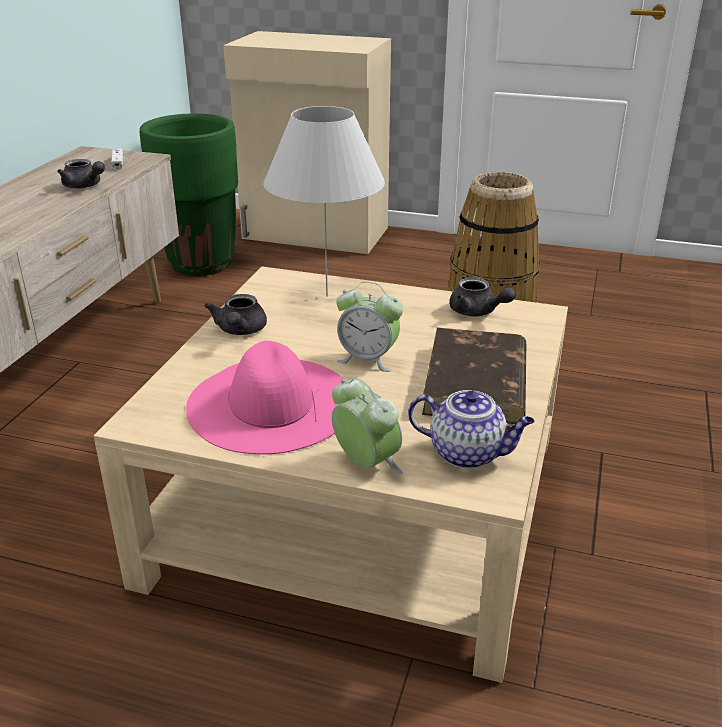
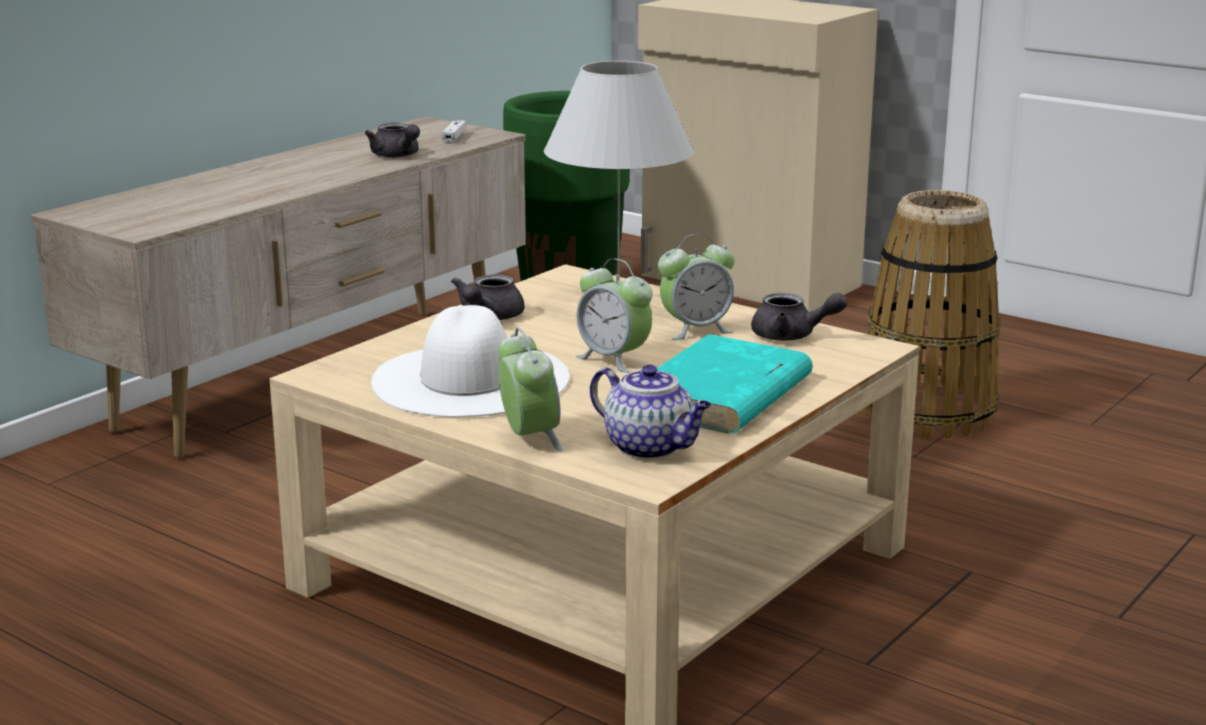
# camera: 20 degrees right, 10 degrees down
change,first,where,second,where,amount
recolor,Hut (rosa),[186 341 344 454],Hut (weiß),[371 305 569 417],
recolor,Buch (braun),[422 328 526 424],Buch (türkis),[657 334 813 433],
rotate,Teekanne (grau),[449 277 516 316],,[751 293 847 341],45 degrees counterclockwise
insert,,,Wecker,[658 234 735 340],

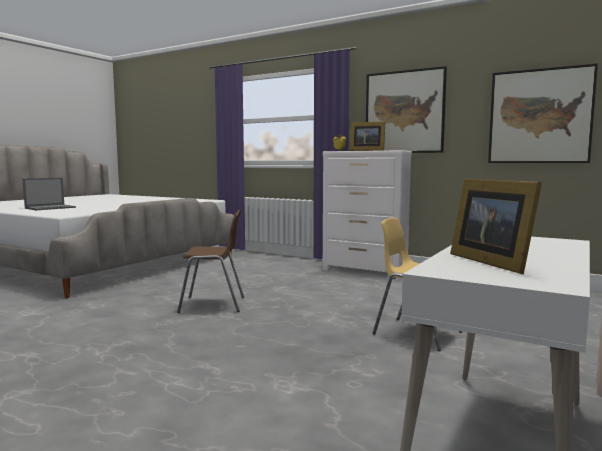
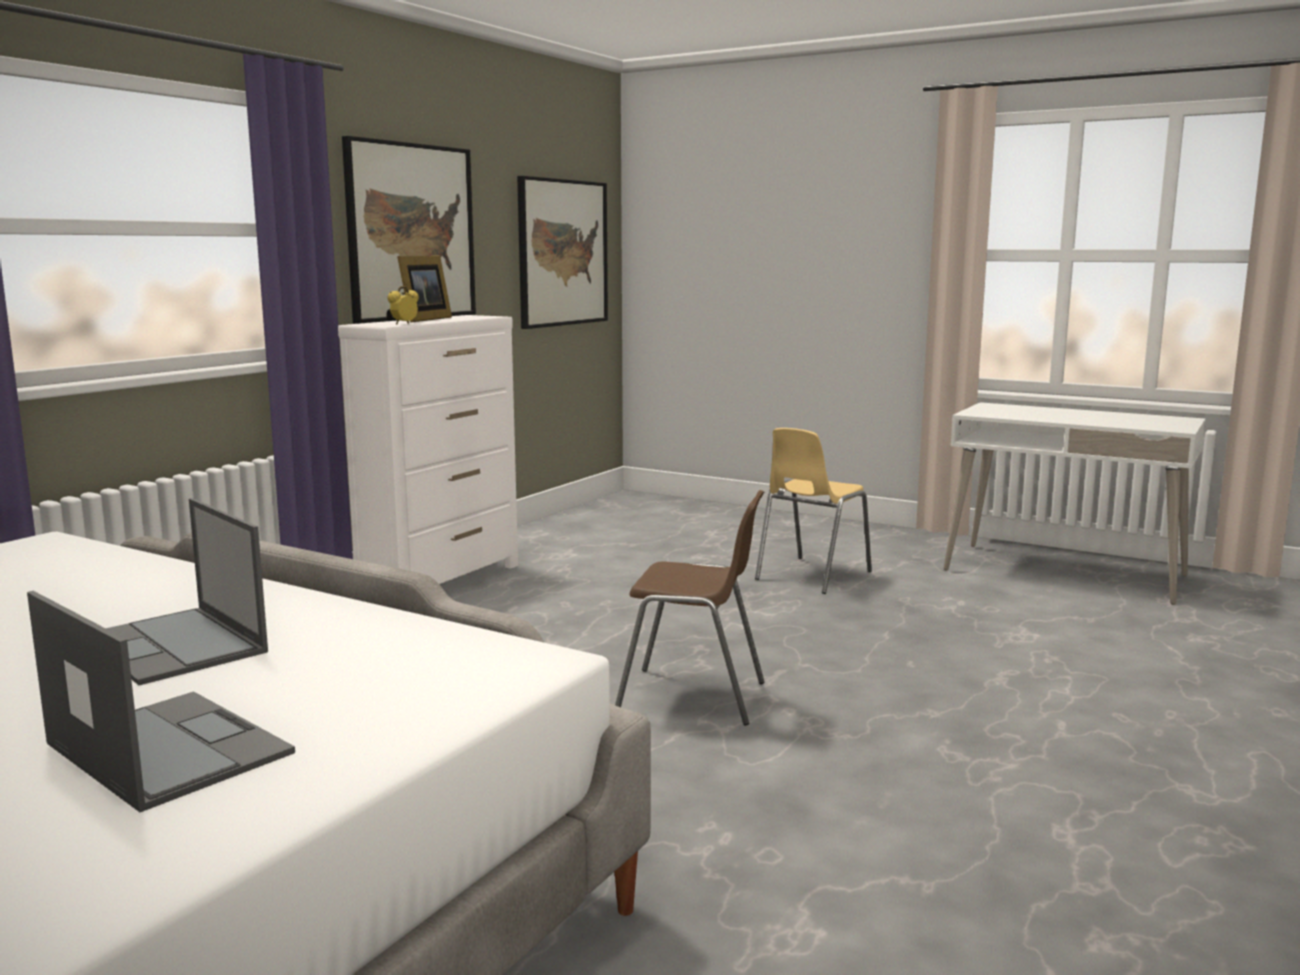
# camera: 90 degrees left, 5 degrees up
change,first,where,second,where,amount
rotate,Stuhl (braun),[177 210 244 313],,[615 490 765 725],105 degrees clockwise
delete,Bilderrahmen,[450 179 542 274],,,
insert,,,Laptop,[106 498 268 685],

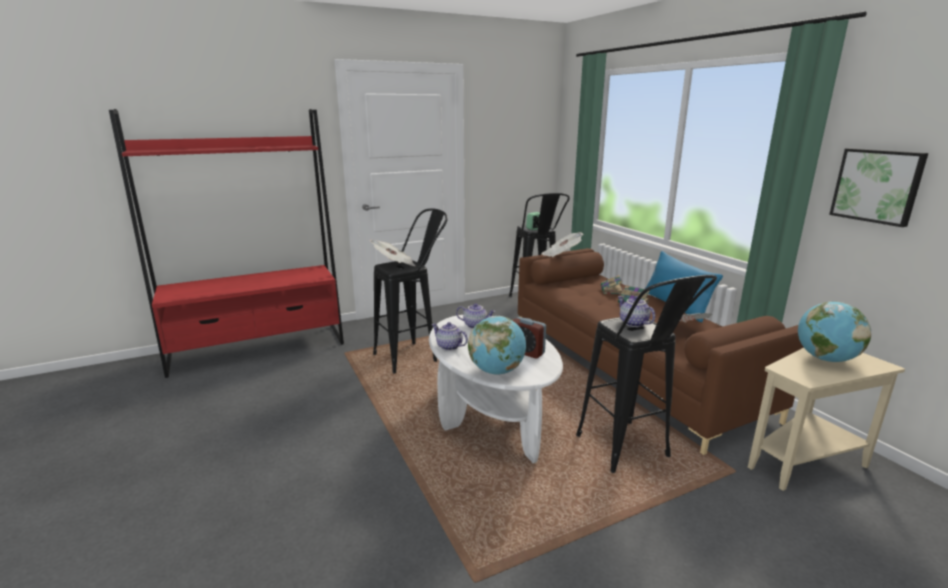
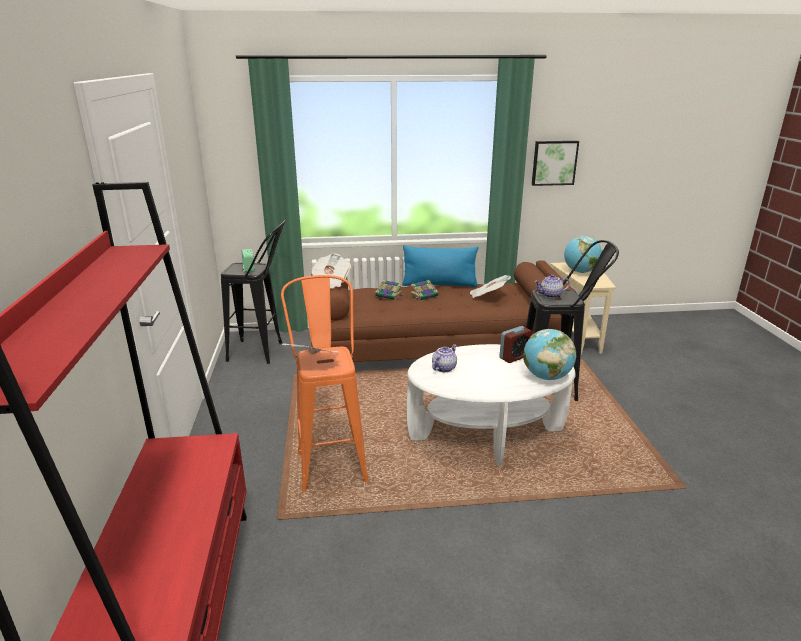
# camera: 70 degrees left, 5 degrees up
change,first,where,second,where,amount
recolor,Hocker (schwarz),[373 208 448 374],Hocker (orange),[281 275 369 492],
delete,Teekanne,[432 322 468 351],,,

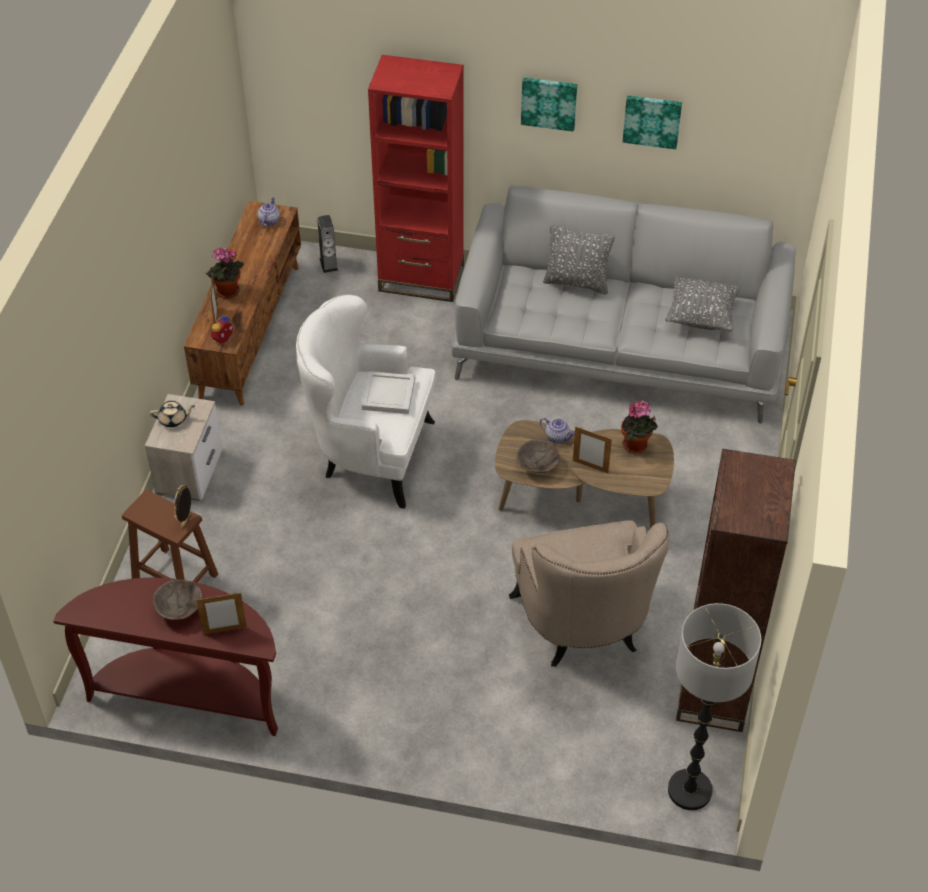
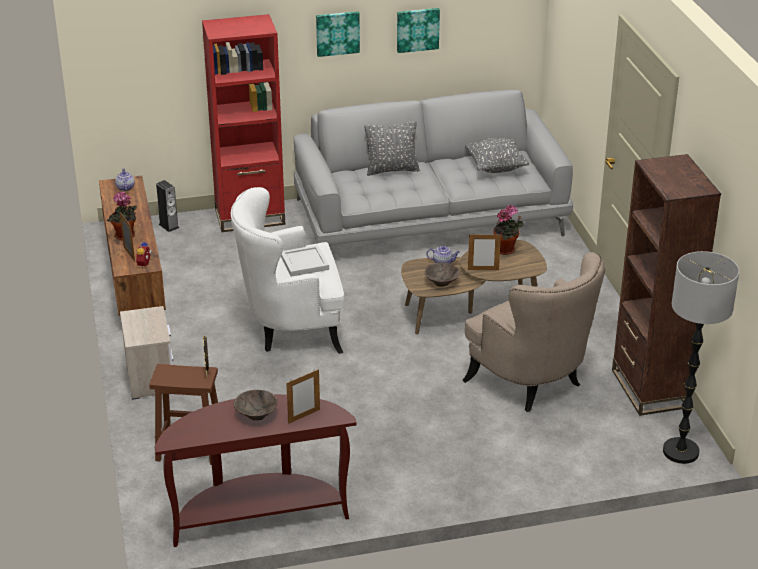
# camera: 25 degrees left, 15 degrees down
change,first,where,second,where,amount
delete,Teekanne (beige),[150 401 195 427],,,

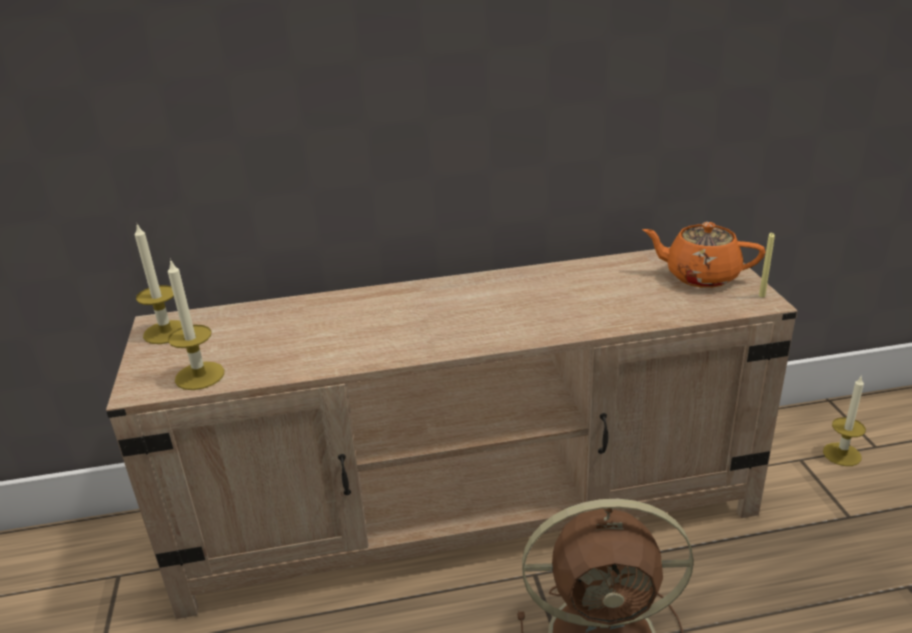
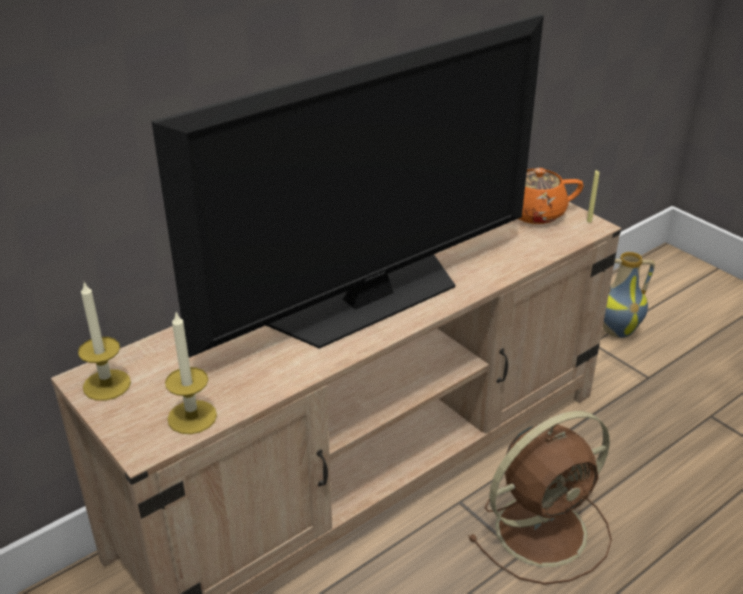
# camera: 30 degrees left, 5 degrees up
change,first,where,second,where,amount
replace,Kerze,[823 375 866 466],Vase,[603 252 655 338],
insert,,,Fernseher,[152 14 544 358],

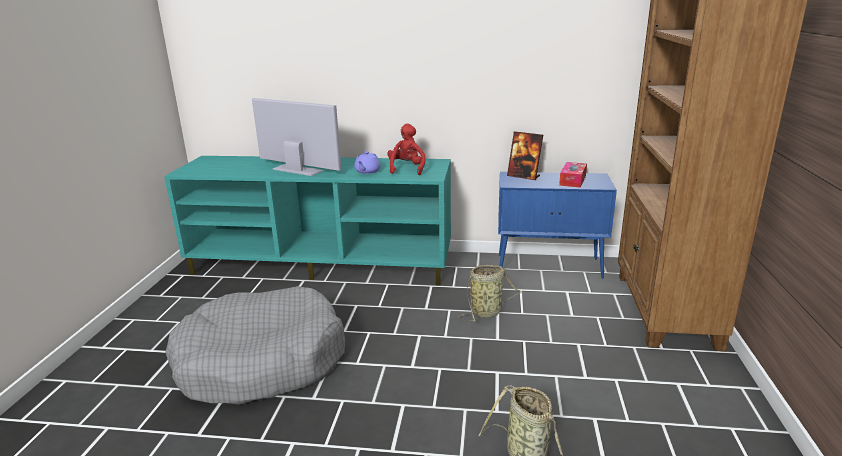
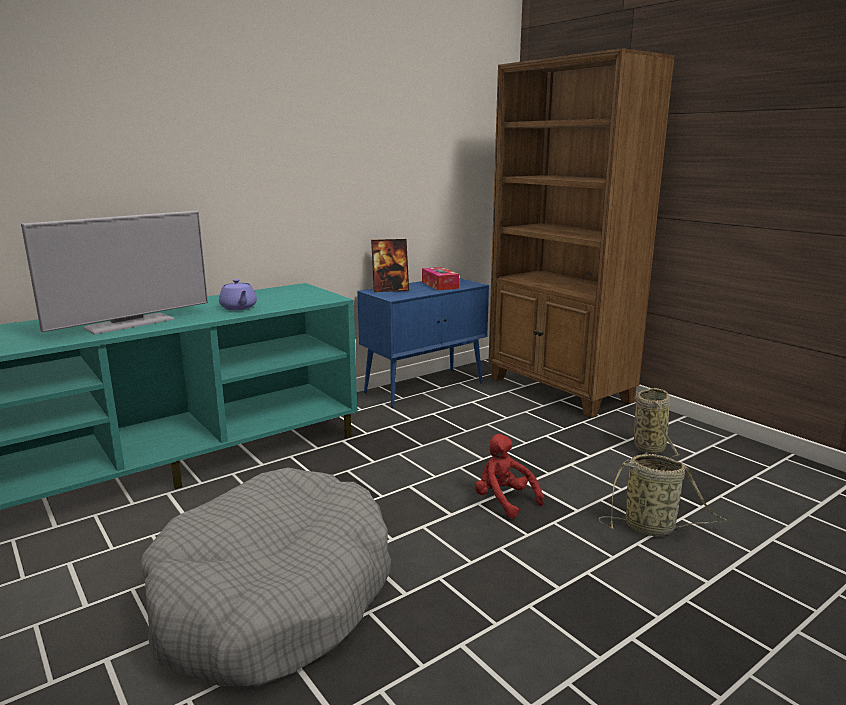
# camera: 45 degrees left, 5 degrees down
change,first,where,second,where,amount
rotate,Fernseher,[252 98 341 176],,[21 211 208 335],150 degrees clockwise
move,Plüschtier (rot),[387 123 426 175],,[475 434 544 519],
move,Korb,[458 265 523 321],,[634 388 680 458],

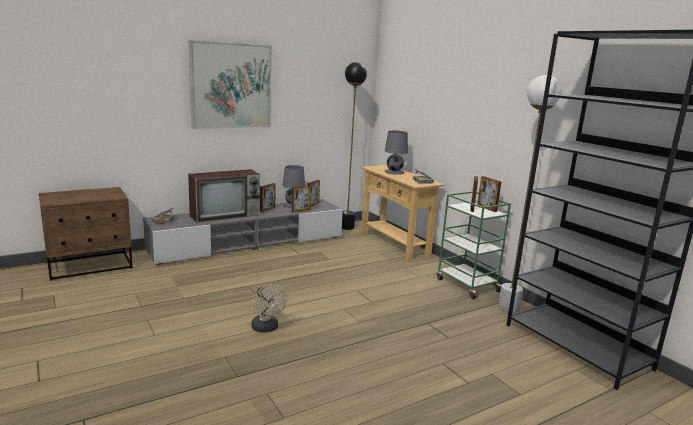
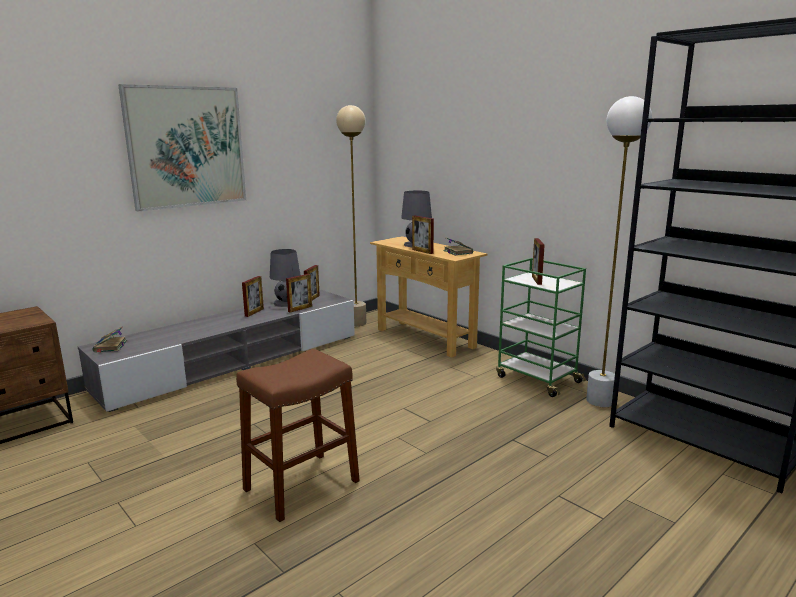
# camera: 10 degrees left, 0 degrees up
change,first,where,second,where,amount
delete,Fernseher,[188 169 260 223],,,
replace,Ventilator (beige),[251 284 287 333],Hocker (braun),[236 349 360 522],
recolor,Stehlampe (schwarz),[342 62 367 230],Stehlampe (beige),[336 105 366 326],
move,Bilderrahmen,[477 176 501 212],,[412 216 434 254],

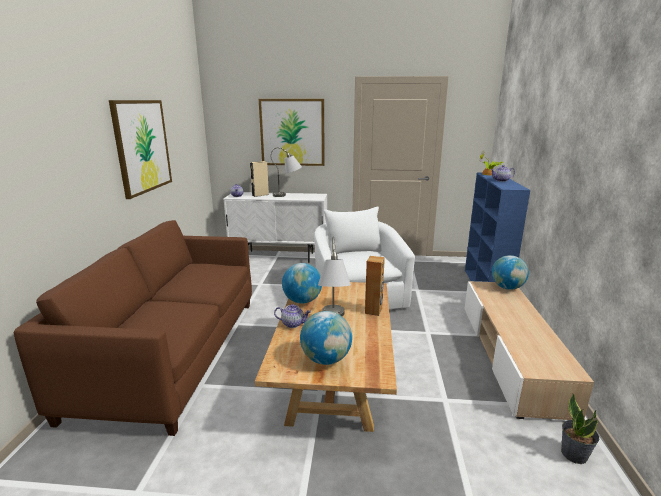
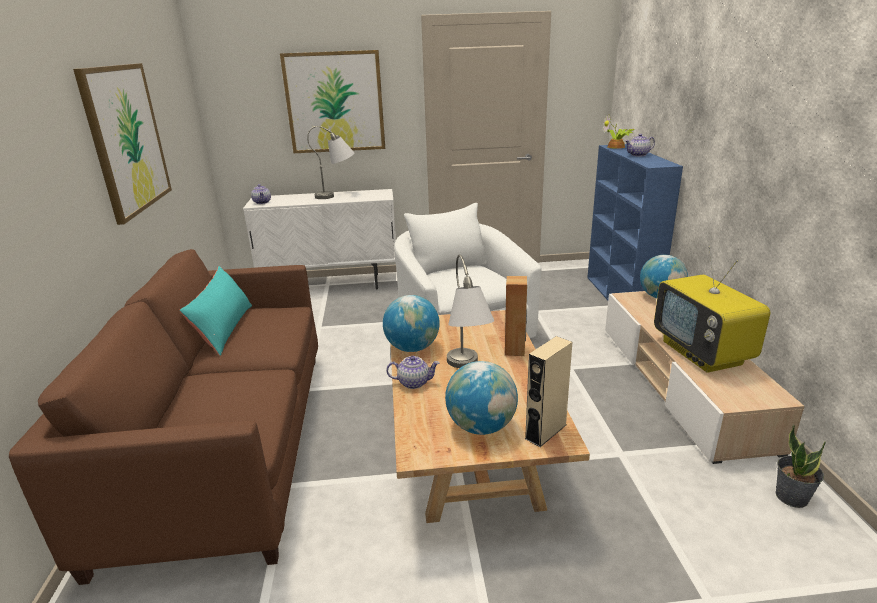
# camera: 10 degrees left, 5 degrees up
change,first,where,second,where,amount
move,Lautsprecher (beige),[250 161 269 197],,[525 336 572 447],
insert,,,Kissen (türkis),[179 266 252 356],
insert,,,Fernseher,[654 247 770 373],

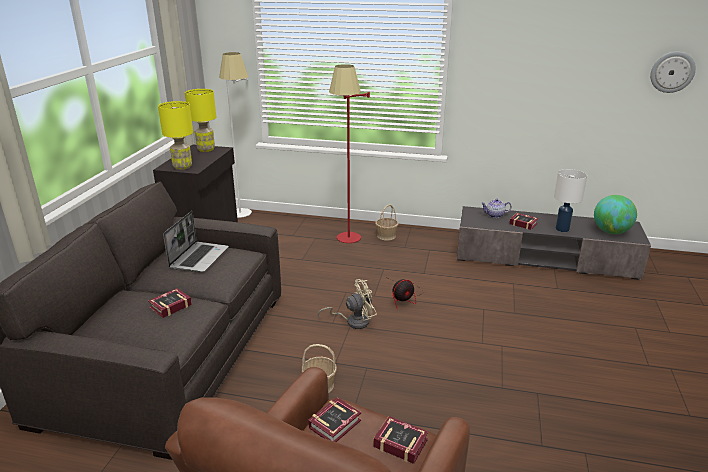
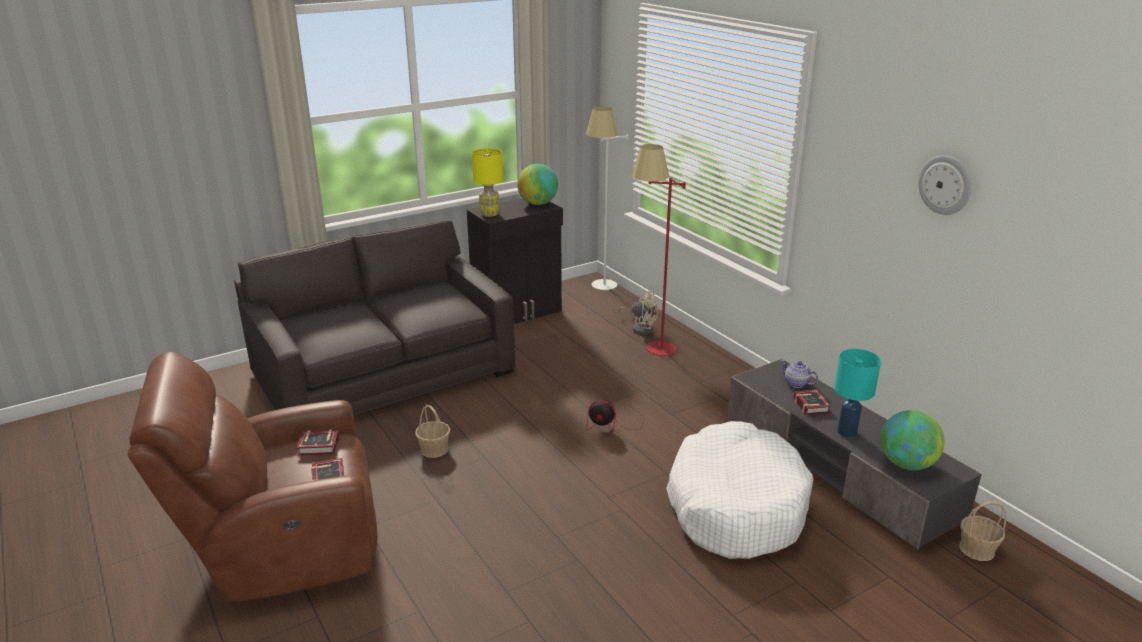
# camera: 45 degrees right, 0 degrees up
change,first,where,second,where,amount
delete,Buch,[148 288 192 318],,,
delete,Laptop,[163 211 229 272],,,
replace,Tischlampe (gelb),[185 89 216 152],Globus,[517 164 558 205],
move,Ventilator (beige),[317 279 377 329],,[618 290 658 335],
move,Korb,[375 204 398 240],,[959 501 1007 561],
recolor,Tischlampe (weiß),[554 169 587 232],Tischlampe (türkis),[834 349 881 438],
move,Wanduhr,[650 51 696 93],,[918 155 972 215],
insert,,,Hundebett (weiß),[666 421 813 559],

